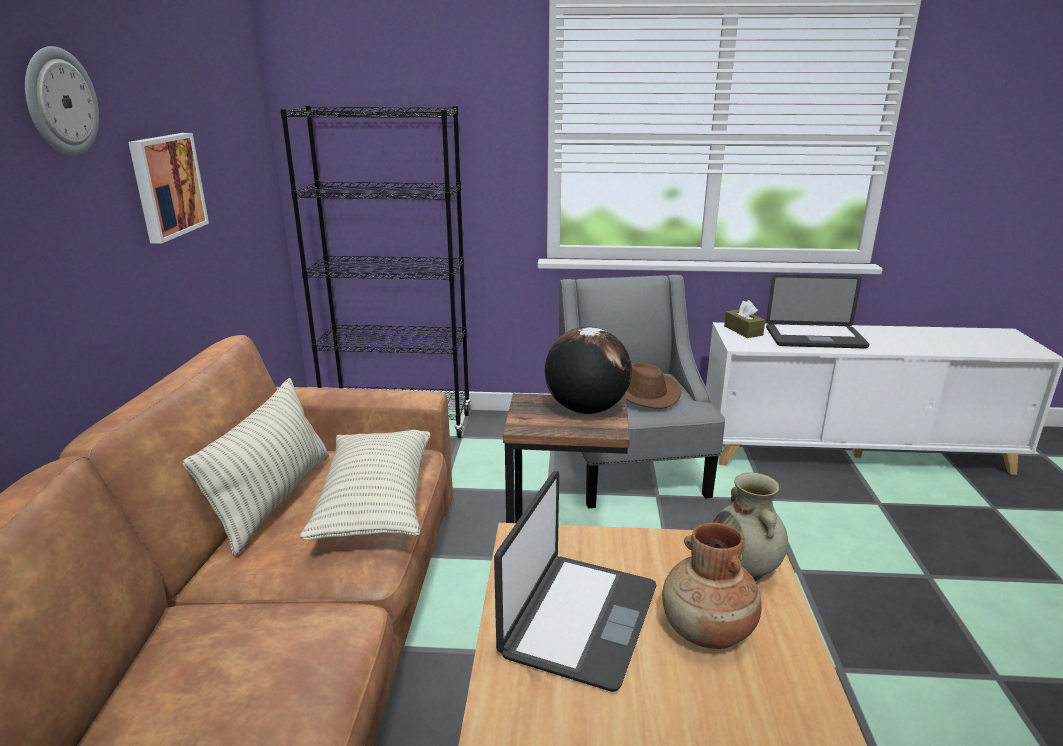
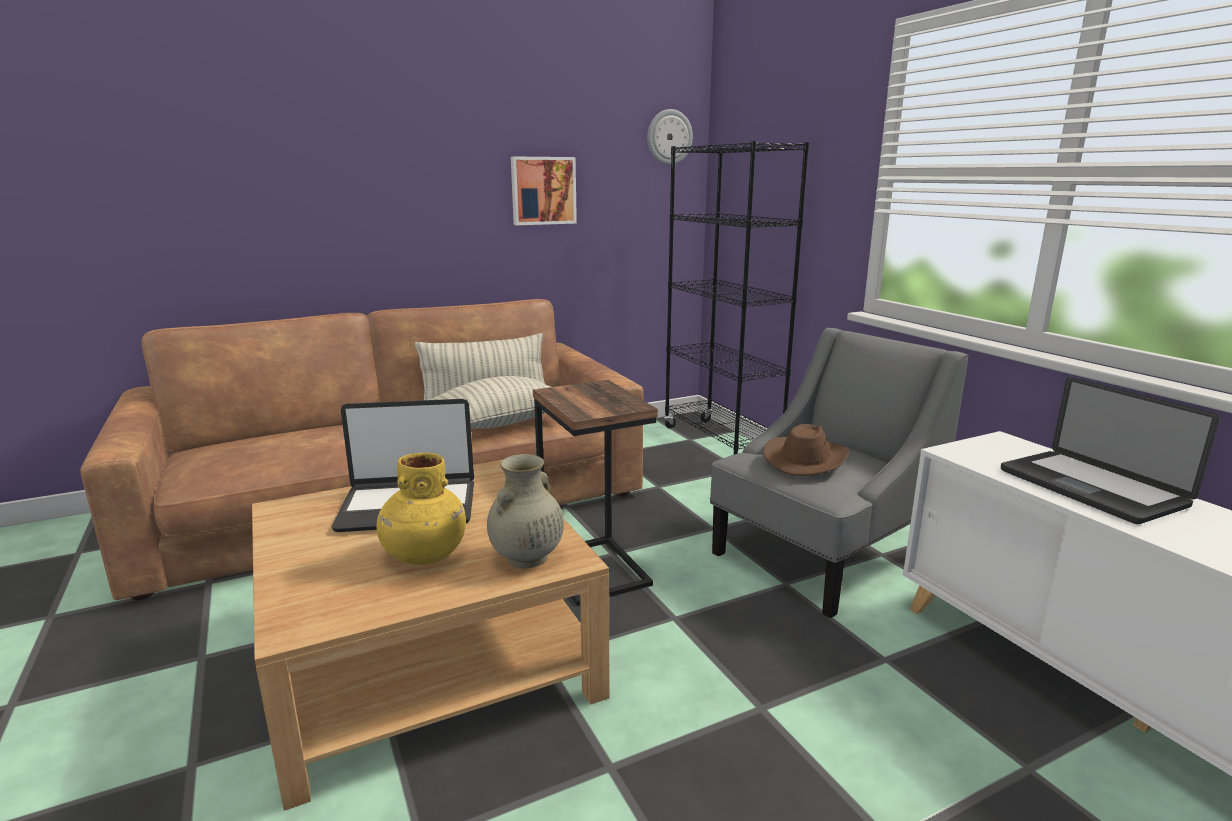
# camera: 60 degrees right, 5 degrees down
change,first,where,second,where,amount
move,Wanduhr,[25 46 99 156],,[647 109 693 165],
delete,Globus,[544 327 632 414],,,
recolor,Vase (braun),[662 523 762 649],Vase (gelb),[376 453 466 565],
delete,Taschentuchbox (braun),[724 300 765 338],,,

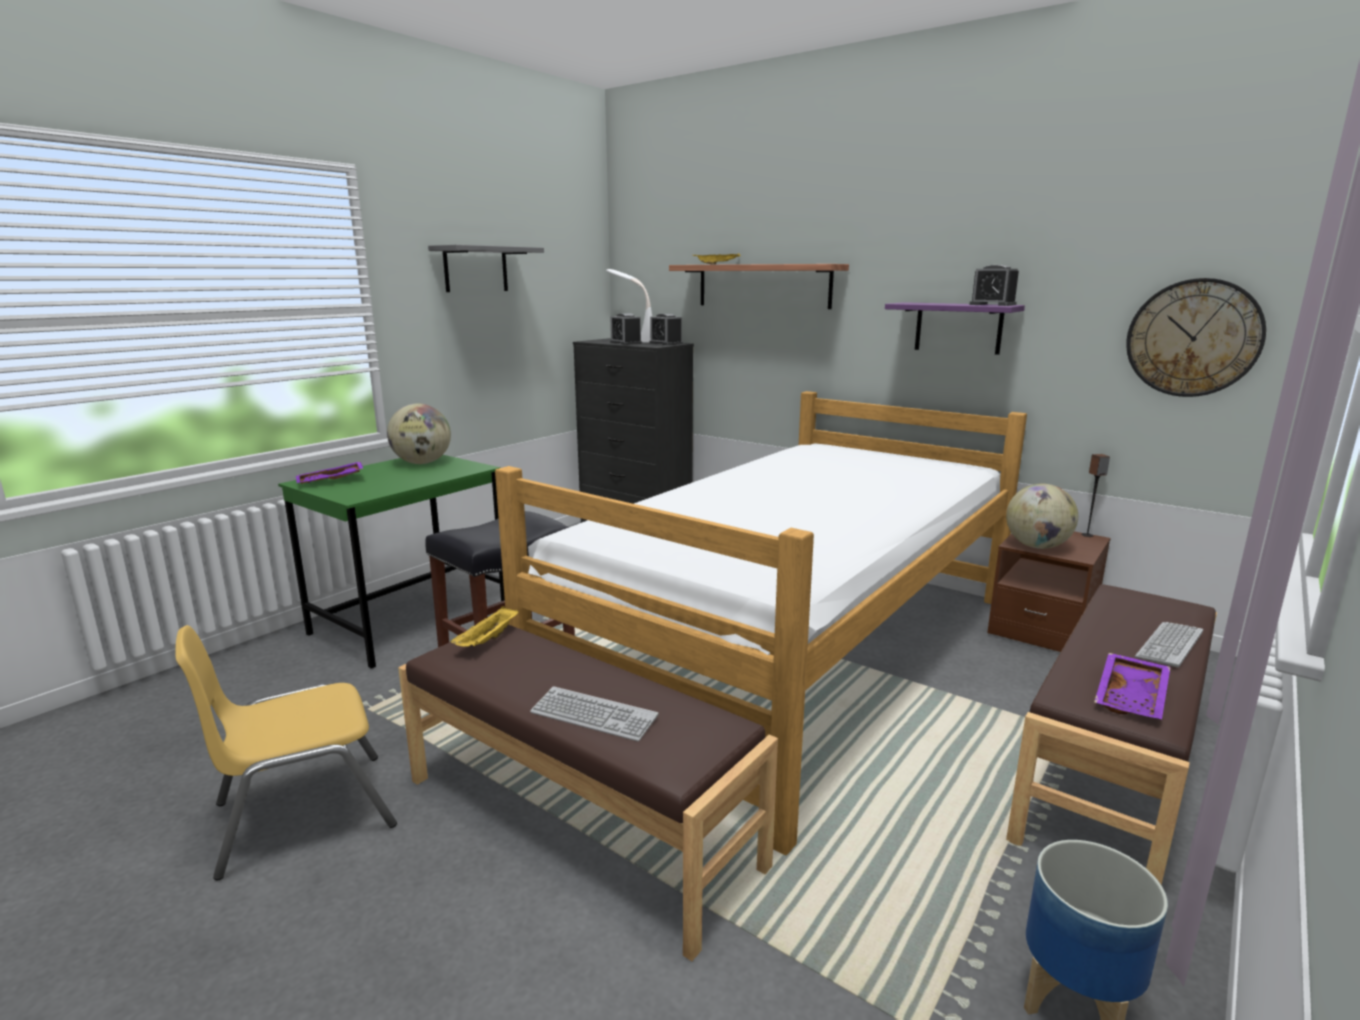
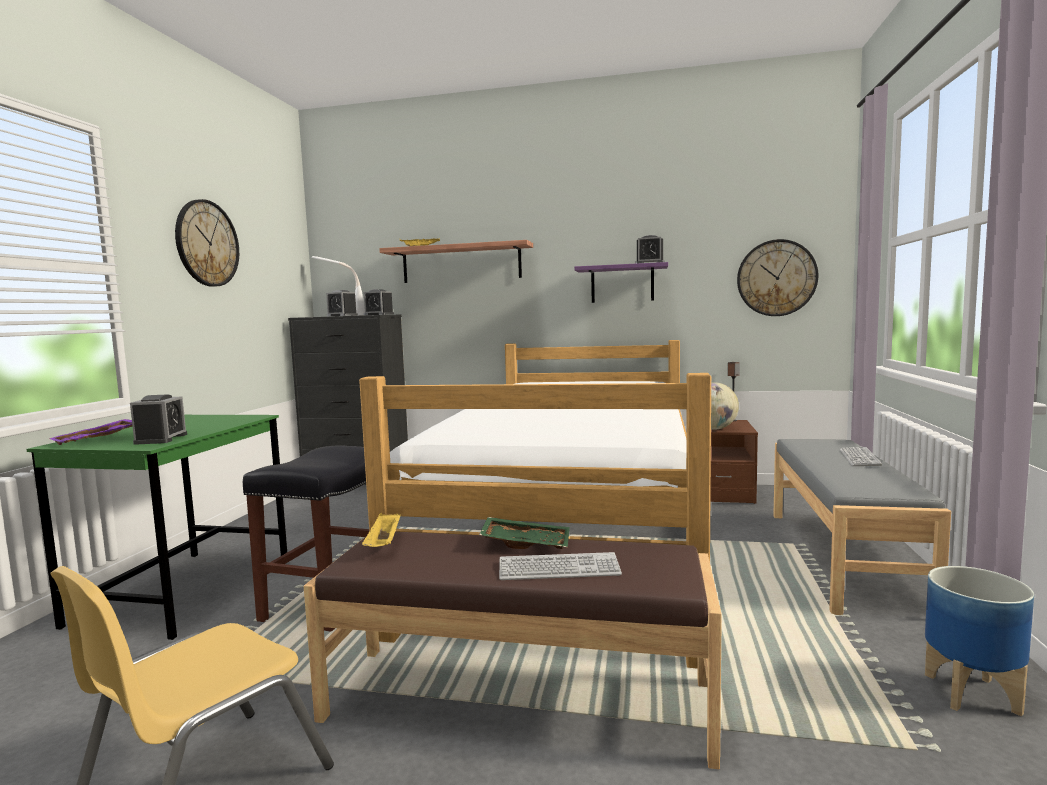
# camera: 25 degrees left, 10 degrees down
change,first,where,second,where,amount
delete,Globus,[387 404 451 464],,,
replace,Wandregal (grau),[428 245 544 292],Wanduhr,[175 199 239 287],
recolor,Bank (braun),[1006 584 1217 885],Bank (grau),[773 439 951 615],
delete,Tablett (lila),[1094 653 1171 719],,,
insert,,,Wecker,[130 394 187 445],
insert,,,Tablett (grün),[479 517 570 549],

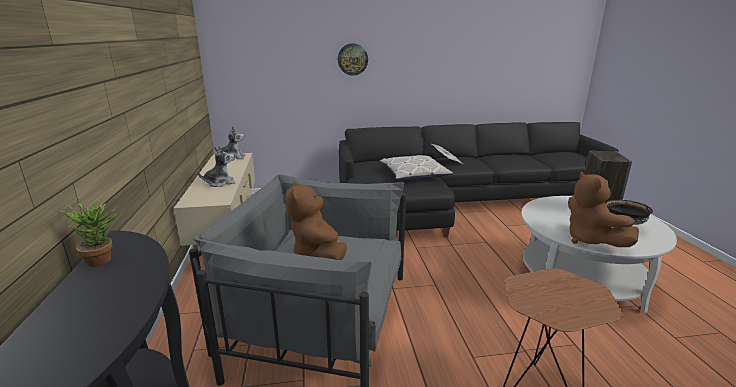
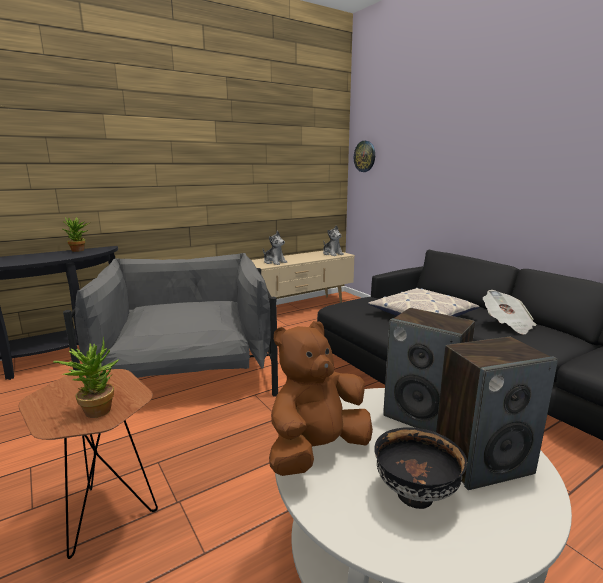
# camera: 65 degrees right, 5 degrees down
change,first,where,second,where,amount
delete,Plüschtier (braun),[286 181 347 260],,,
move,Wanduhr,[338 43 368 76],,[354 141 375 172],
insert,,,Topfpflanze,[53 336 118 418],
insert,,,Lautsprecher,[383 308 475 432],

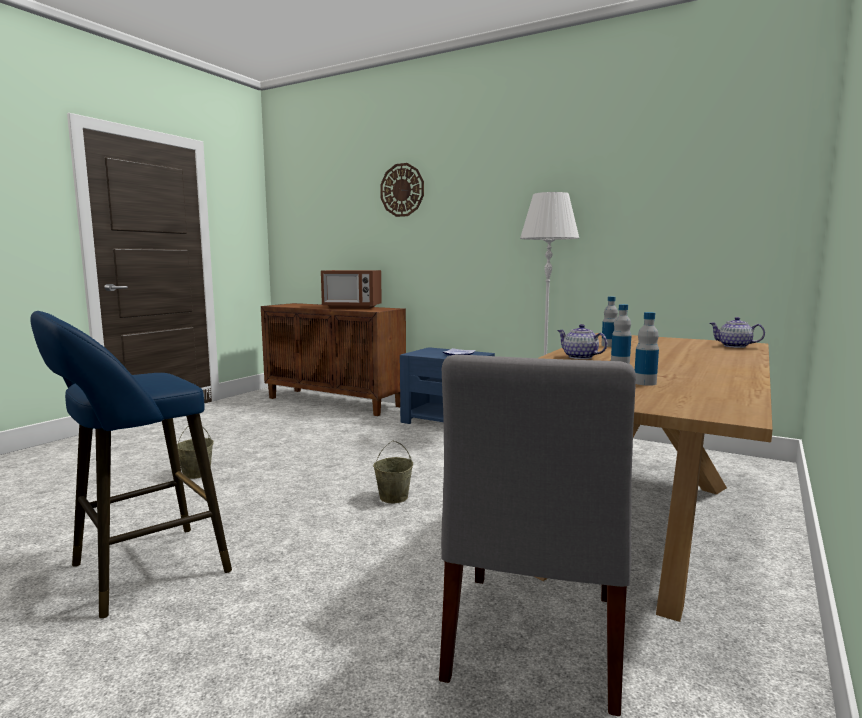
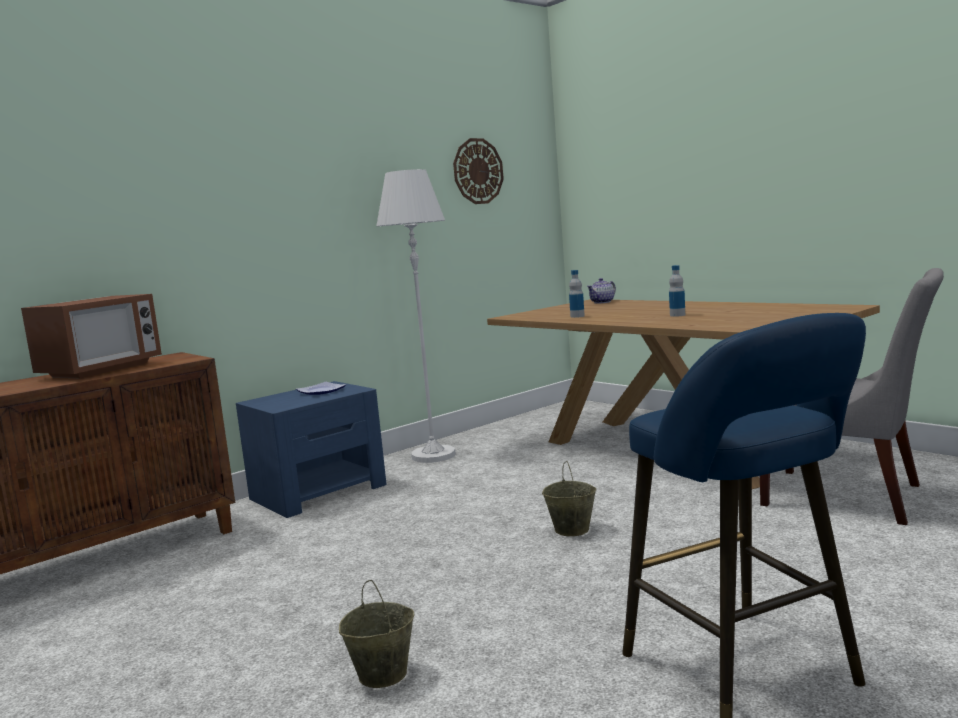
# camera: 70 degrees left, 0 degrees up
change,first,where,second,where,amount
move,Wanduhr,[380 163 424 217],,[453 138 504 204],
delete,Teekanne,[557 324 607 359],,,
delete,Flasche,[635 312 659 386],,,

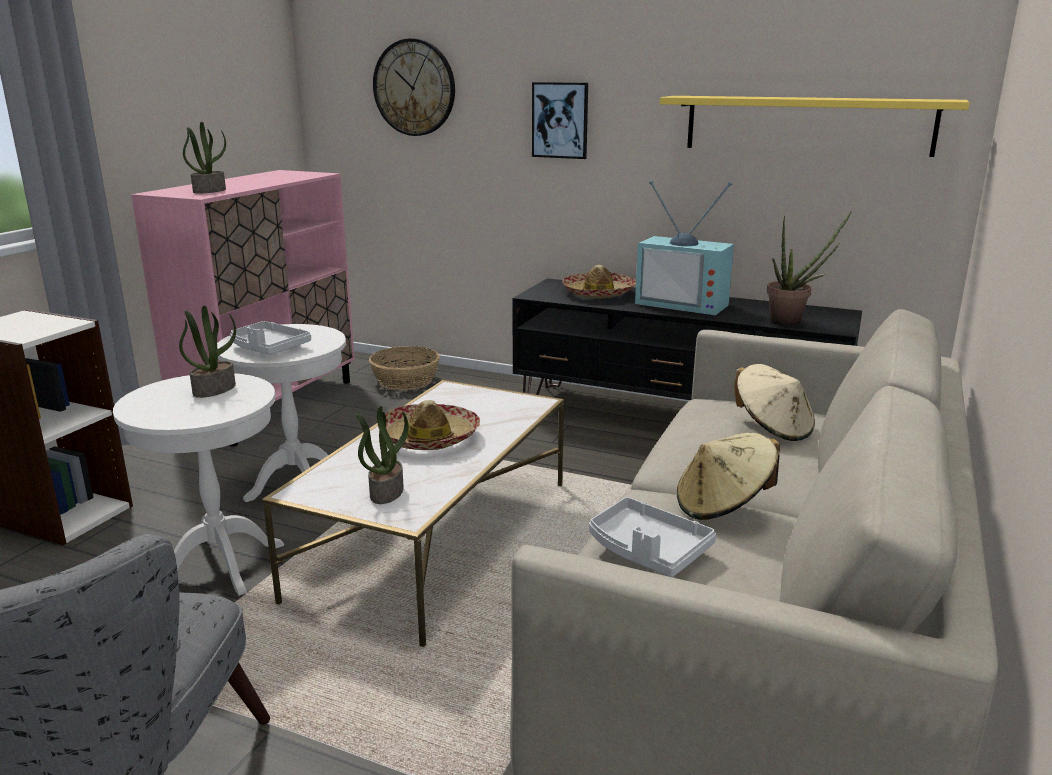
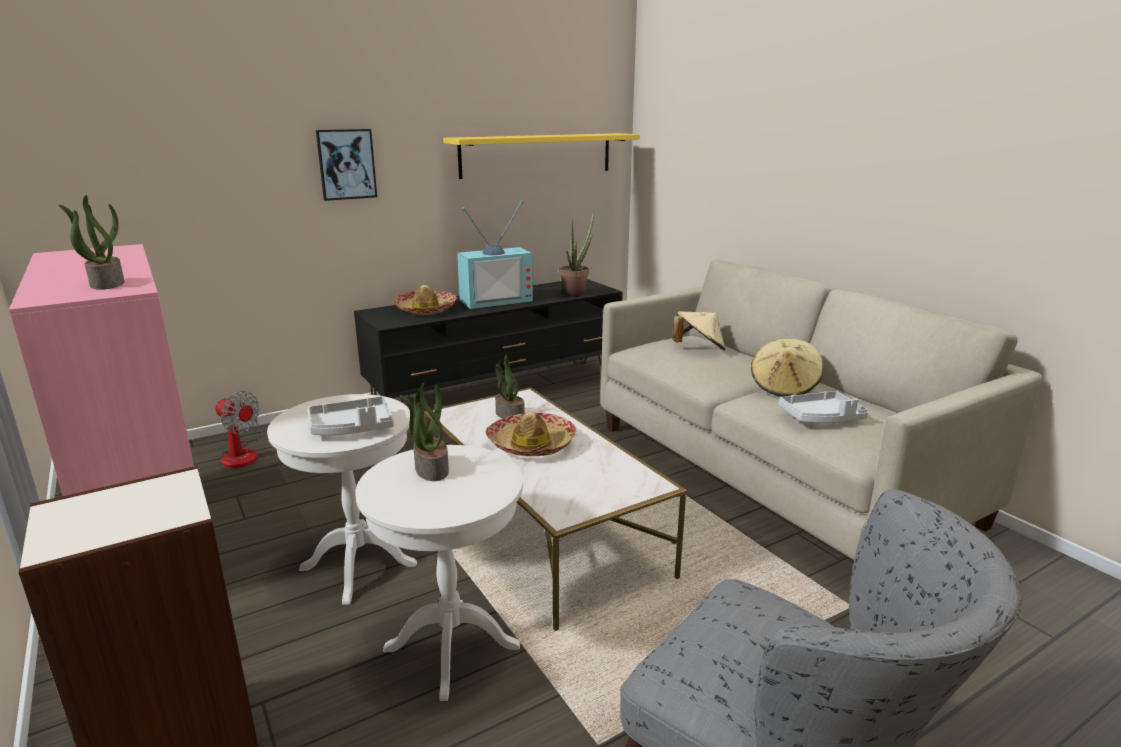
# camera: 55 degrees left, 0 degrees up
change,first,where,second,where,amount
move,Topfpflanze,[355 406 409 504],,[495 354 525 418],
replace,Korb,[369 346 440 390],Ventilator,[216 391 264 468],
delete,Wanduhr,[373 38 455 136],,,

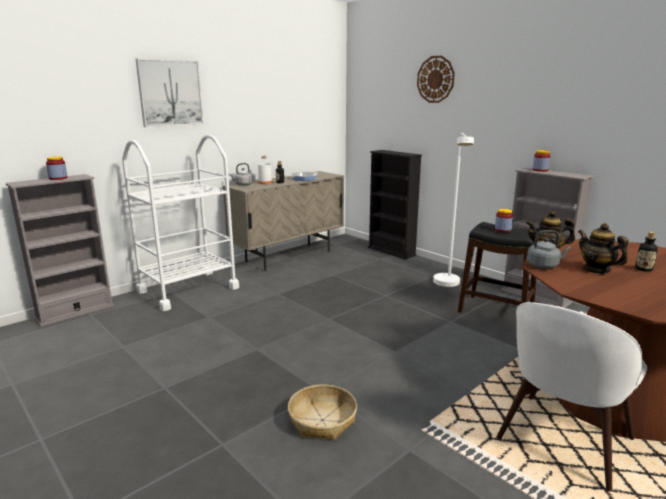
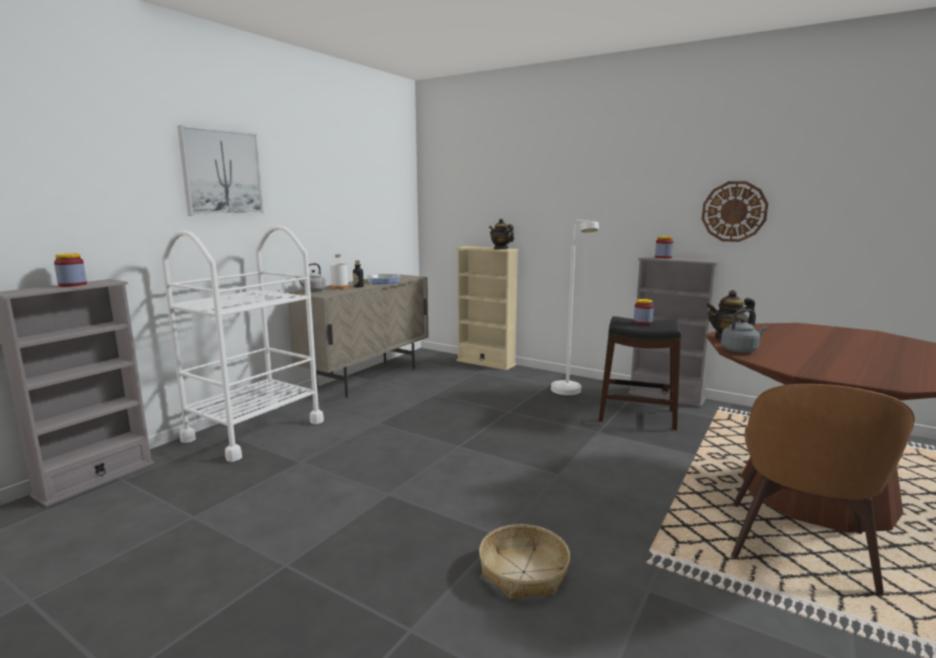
# camera: 15 degrees left, 5 degrees down
change,first,where,second,where,amount
recolor,Bücherregal (schwarz),[368 150 422 260],Bücherregal (beige),[456 246 519 370],
move,Wanduhr,[417 56 455 103],,[702 181 768 242],
recolor,Stuhl (weiß),[496 302 647 492],Stuhl (braun),[731 384 915 596],
move,Teekanne,[578 223 628 274],,[489 219 514 249],
delete,Flasche,[636 232 658 272],,,

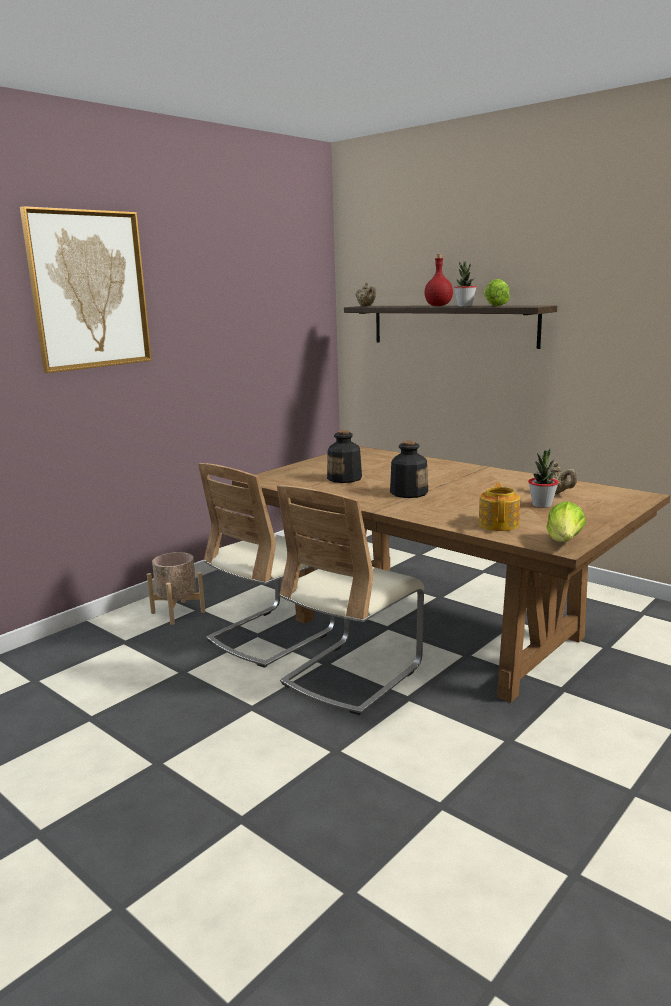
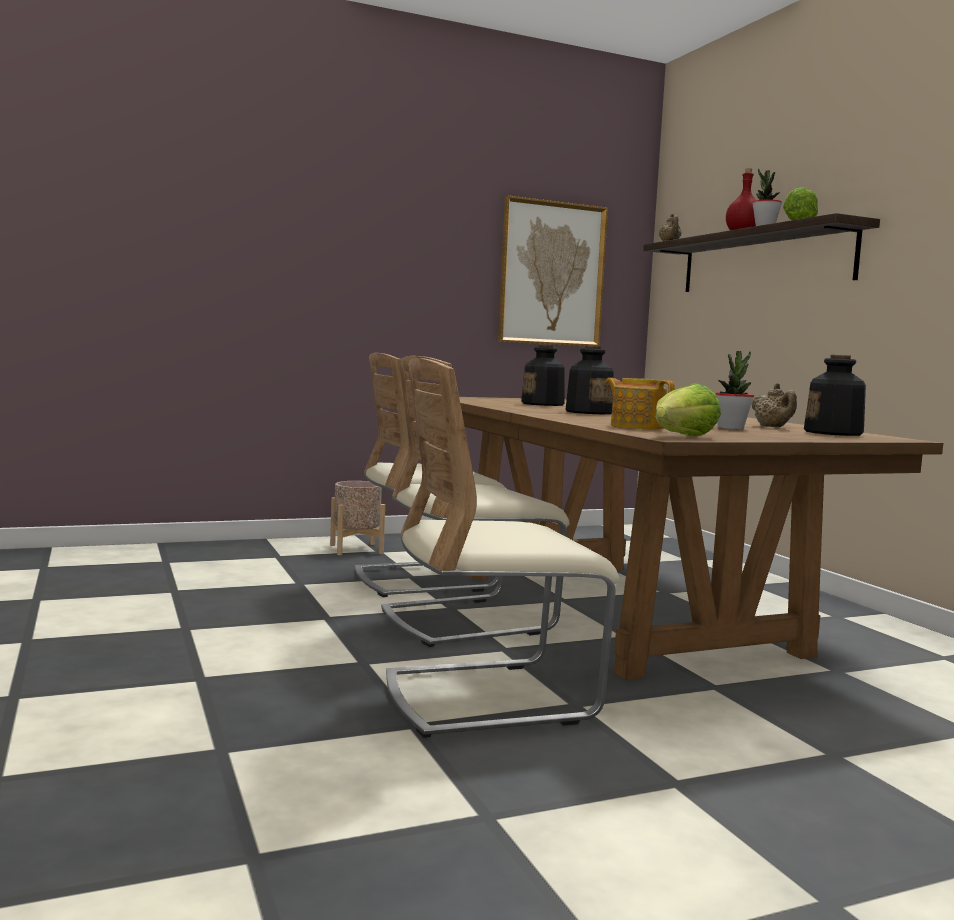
# camera: 25 degrees right, 10 degrees down
change,first,where,second,where,amount
move,Bild,[20 206 152 373],,[498 196 608 346],
rotate,Teekanne,[479 483 520 531],,[605 378 675 429],75 degrees counterclockwise
insert,,,Stuhl (beige),[386 358 619 738],
insert,,,Flasche,[804 355 866 436],

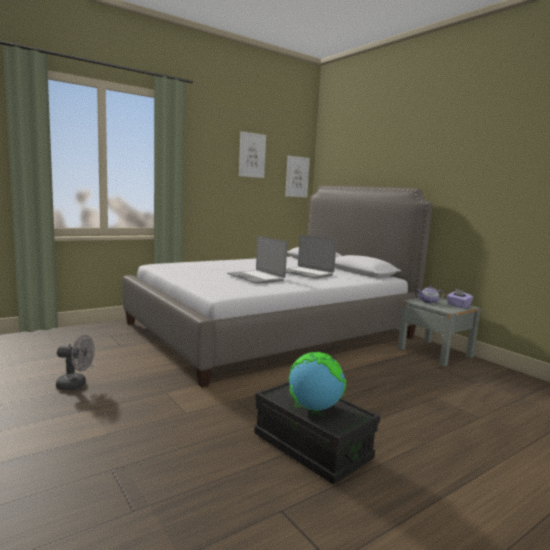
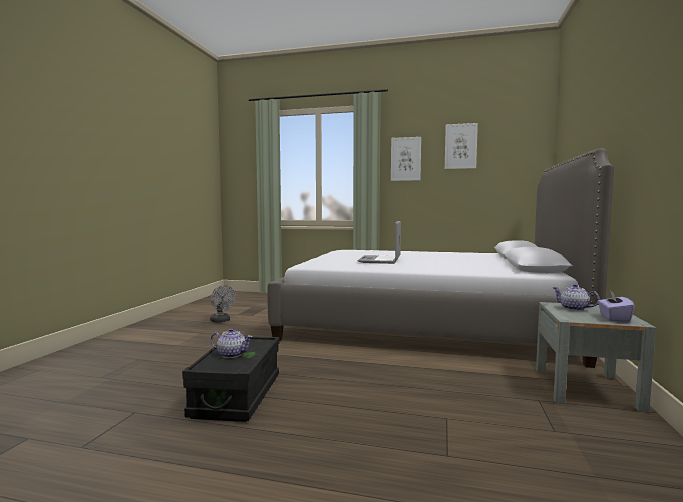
# camera: 50 degrees right, 5 degrees down
change,first,where,second,where,amount
move,Bild,[285 156 310 197],,[391 137 421 181],
delete,Laptop,[286 235 337 279],,,
replace,Globus,[288 352 346 411],Teekanne,[211 328 253 358],

